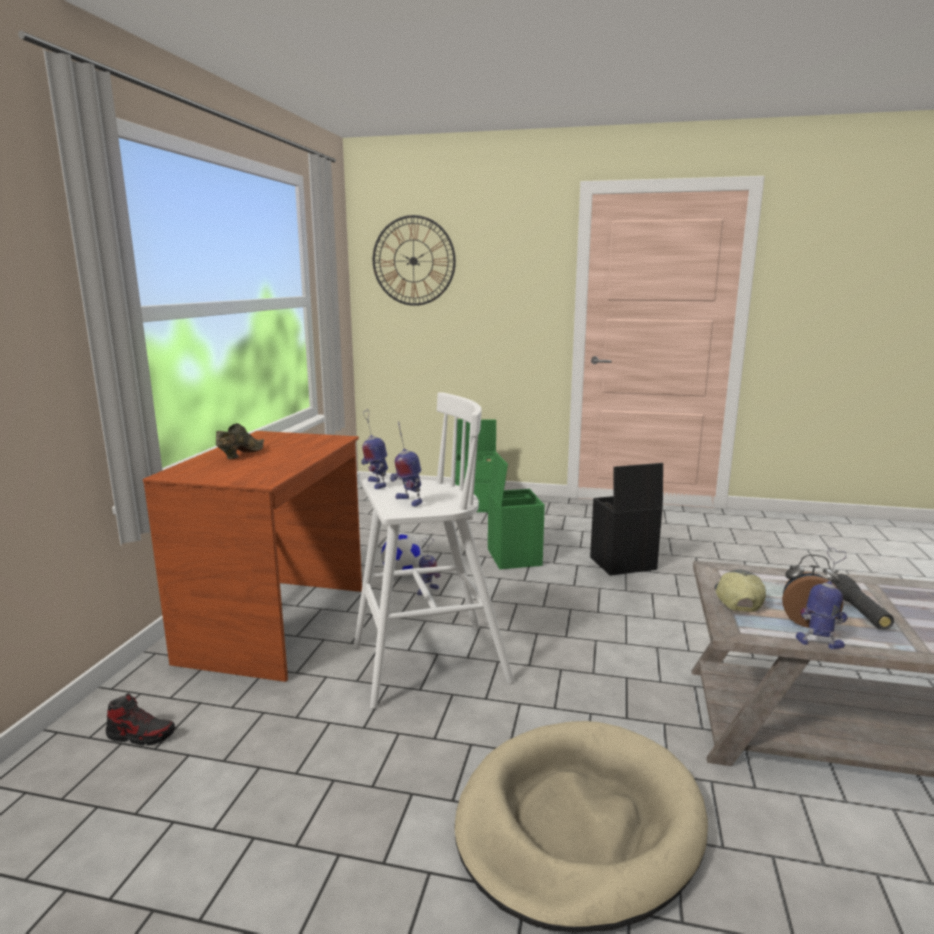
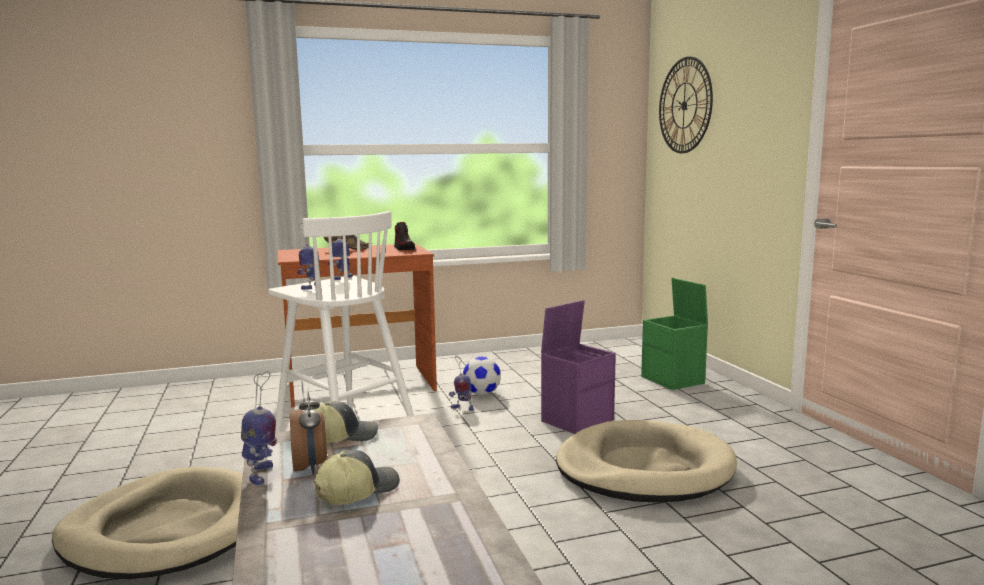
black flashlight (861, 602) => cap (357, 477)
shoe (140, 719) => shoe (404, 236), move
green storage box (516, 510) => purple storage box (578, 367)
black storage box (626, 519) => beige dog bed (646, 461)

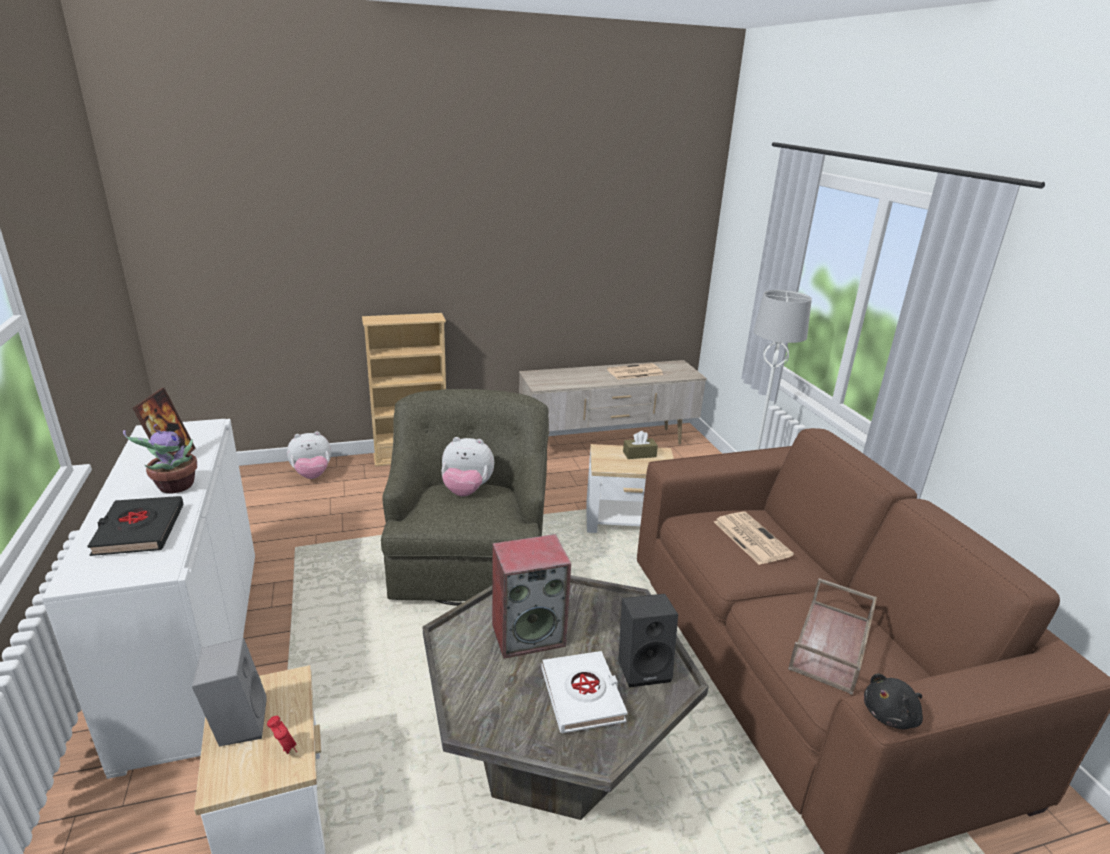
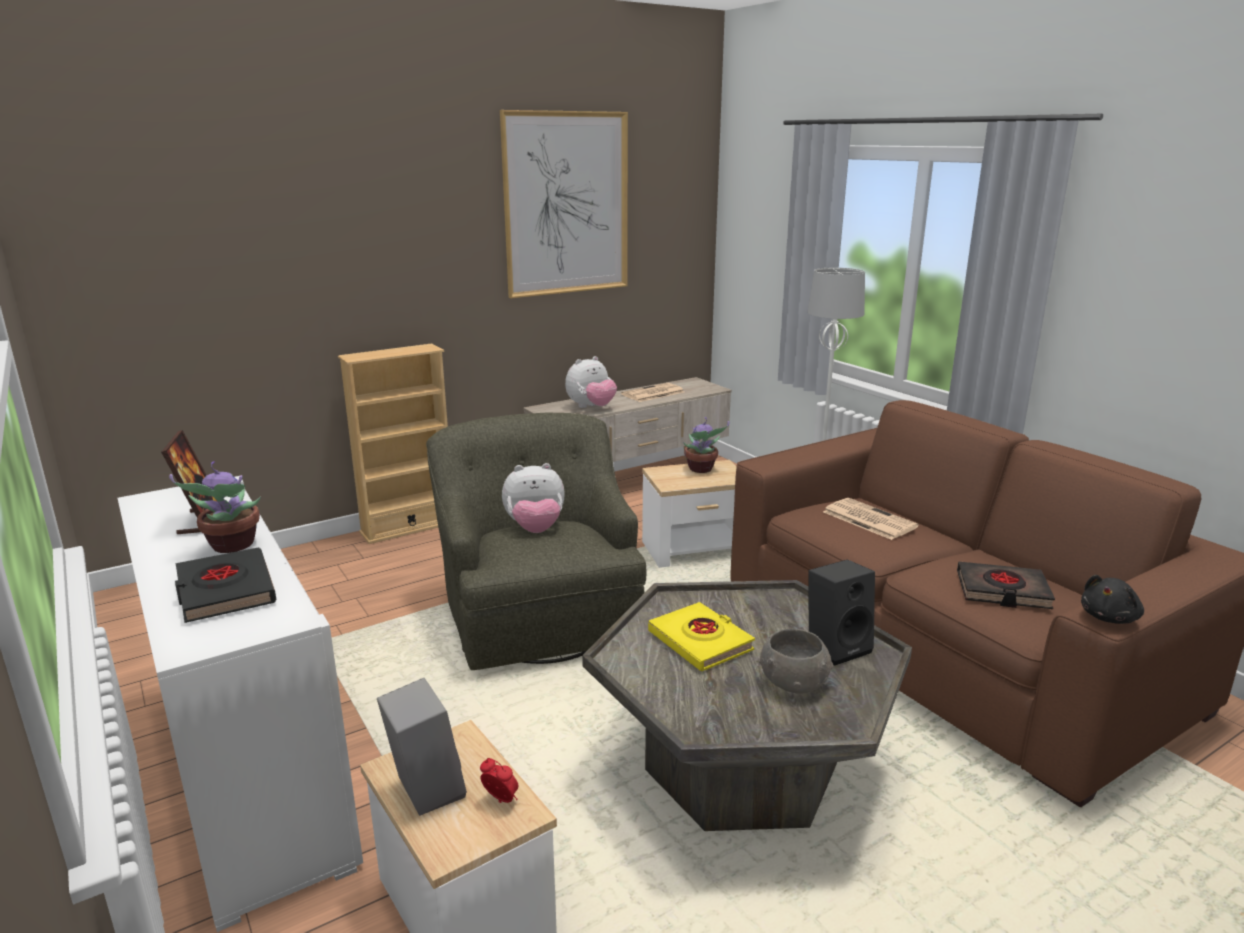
nothing => picture (564, 204)
plush toy (309, 455) => plush toy (591, 382), move
speaker (531, 596) => yellow book (701, 636)
brown tissue box (640, 445) => potted plant (706, 445)
white book (584, 692) => grey bowl (796, 661)
brown tray (832, 636) => black book (1006, 585)

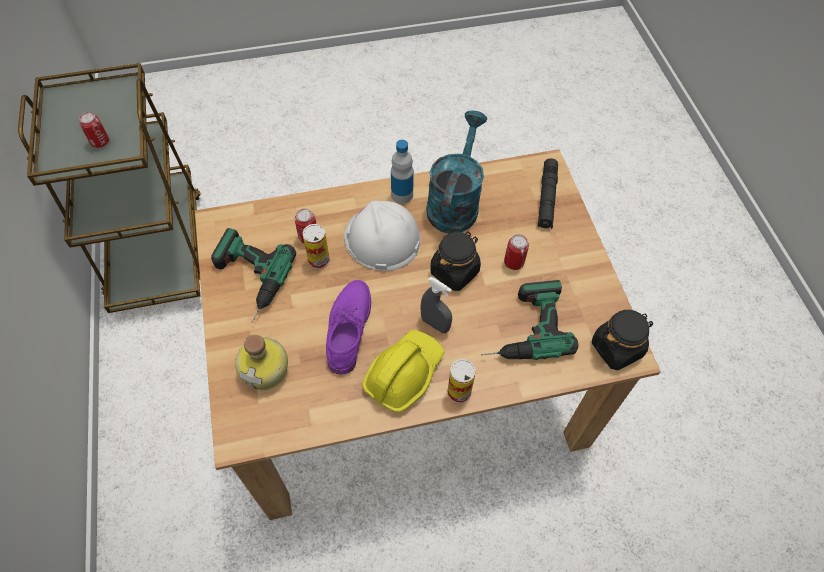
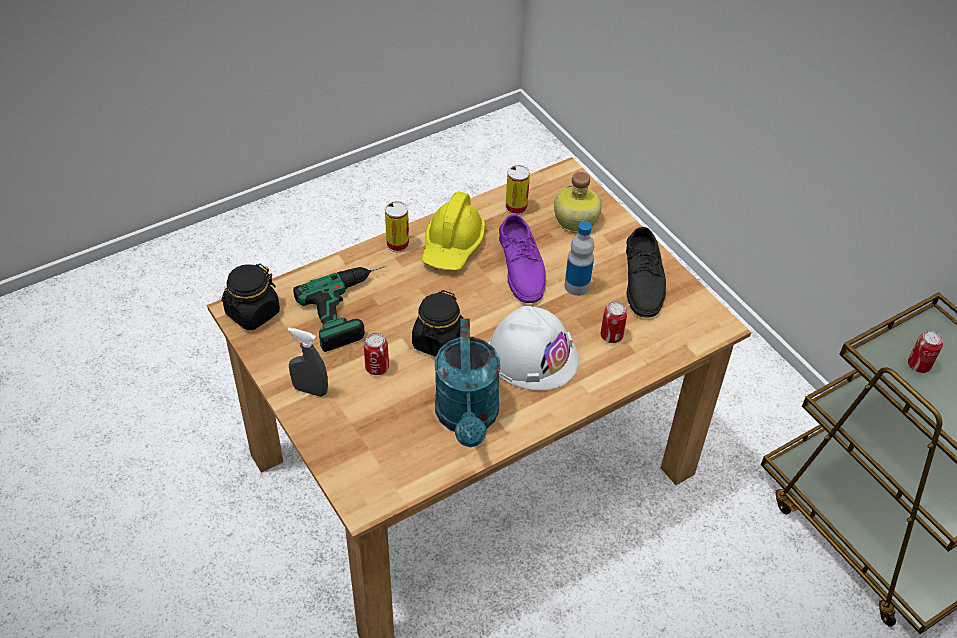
grey spray bottle (436, 305) => grey spray bottle (308, 362), move
can (316, 246) => can (518, 190), move
bottle (402, 172) => bottle (579, 258), move
power drill (253, 275) => black shoe (646, 272)
black flashlight (548, 193) => nothing

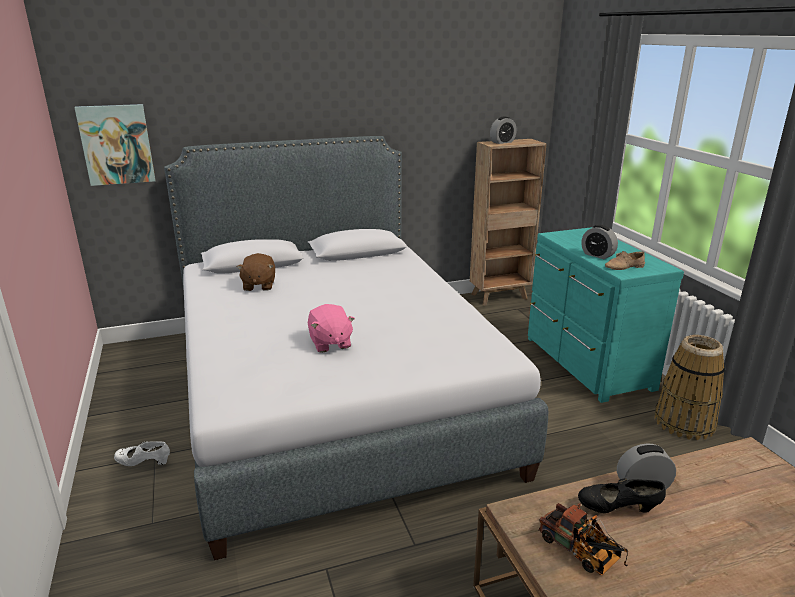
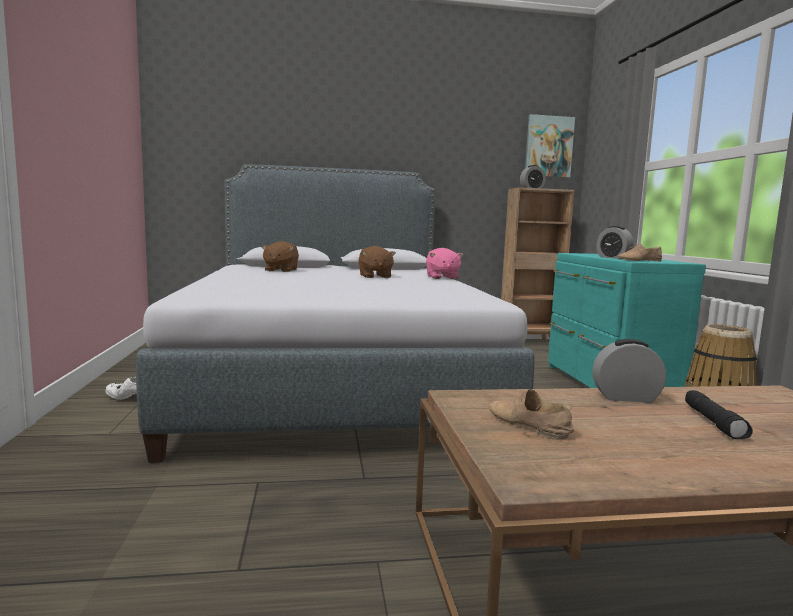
nothing => brown plush toy (377, 262)
pink plush toy (331, 328) => pink plush toy (444, 263), move
toy truck (583, 539) => beige shoe (531, 414)
picture (114, 145) => picture (550, 146), move
nothing => black flashlight (719, 414)
black shoe (622, 495) => nothing

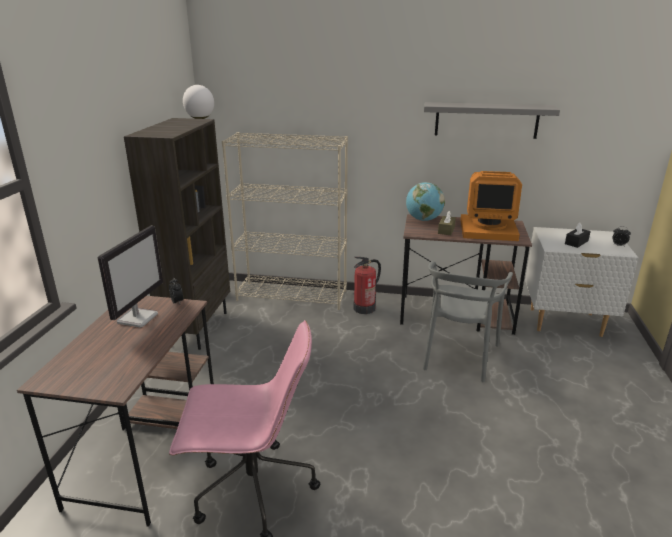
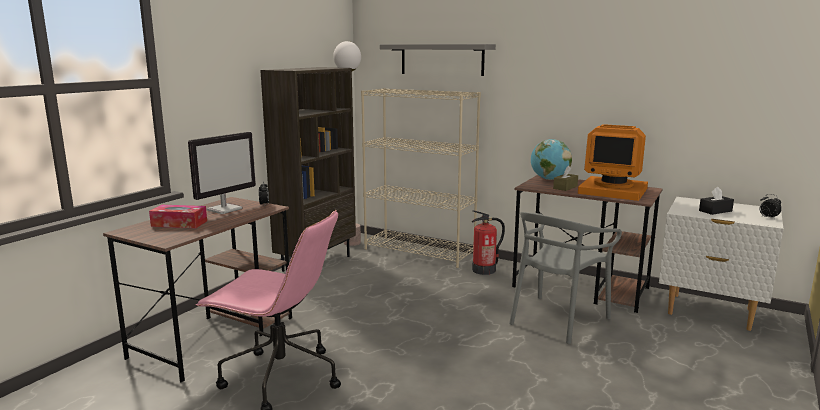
nothing => tissue box (178, 216)
grey shelf (492, 120) => grey shelf (438, 60), move

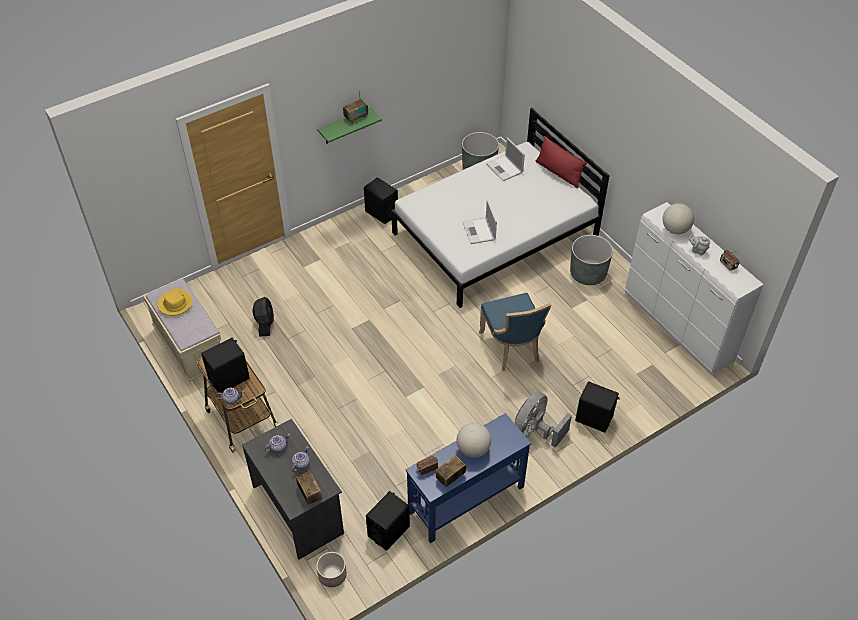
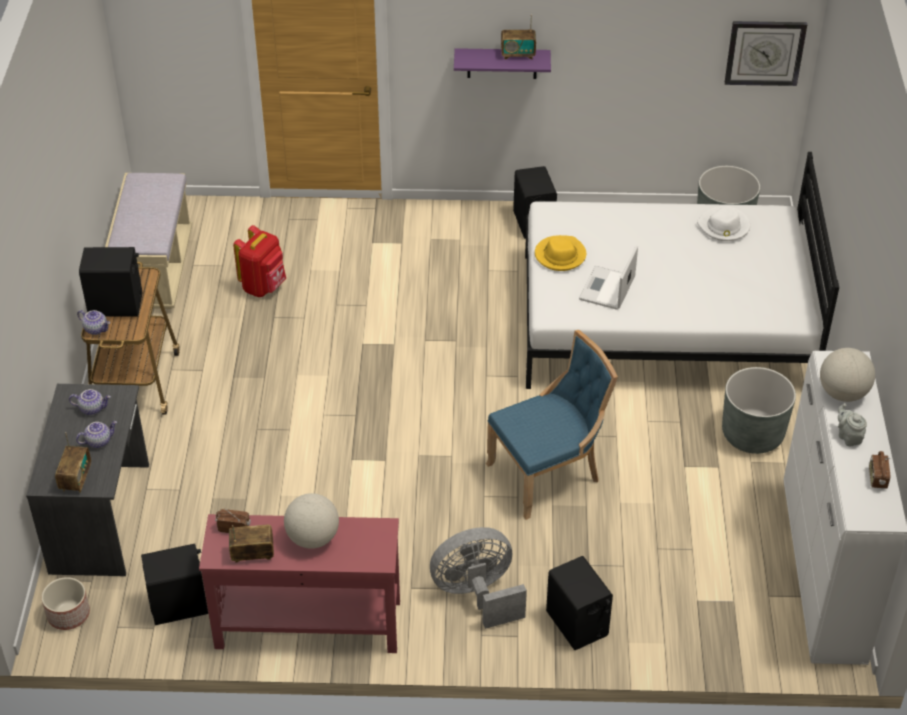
blue console table (468, 478) => red console table (299, 583)
black fan (263, 317) => red backpack (259, 261)
green shelf (349, 125) => purple shelf (502, 63)
blue chair (515, 332) => blue chair (552, 425), 135 degrees counterclockwise
yellow hat (174, 302) => yellow hat (560, 253), move
laptop (505, 159) => white hat (723, 223)
nothing => wall clock (766, 53)
red pillow (561, 162) => nothing

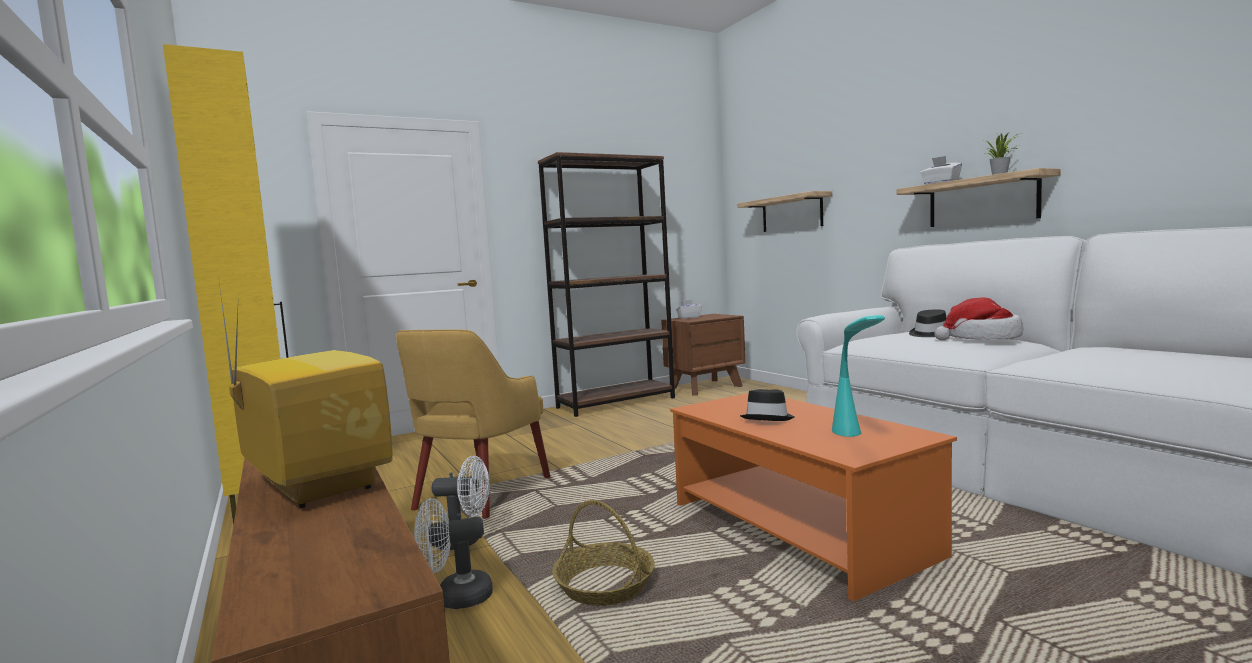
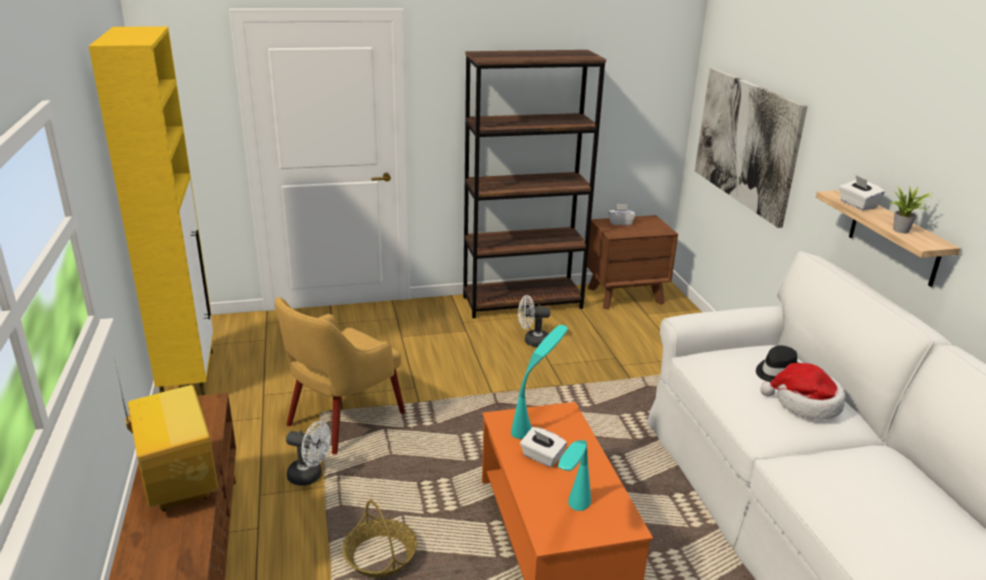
nothing => turquoise table lamp (539, 382)
white fan (453, 553) => white fan (534, 321), move
black hat (767, 405) => white tissue box (543, 447)
shelf (784, 211) => picture (751, 148)

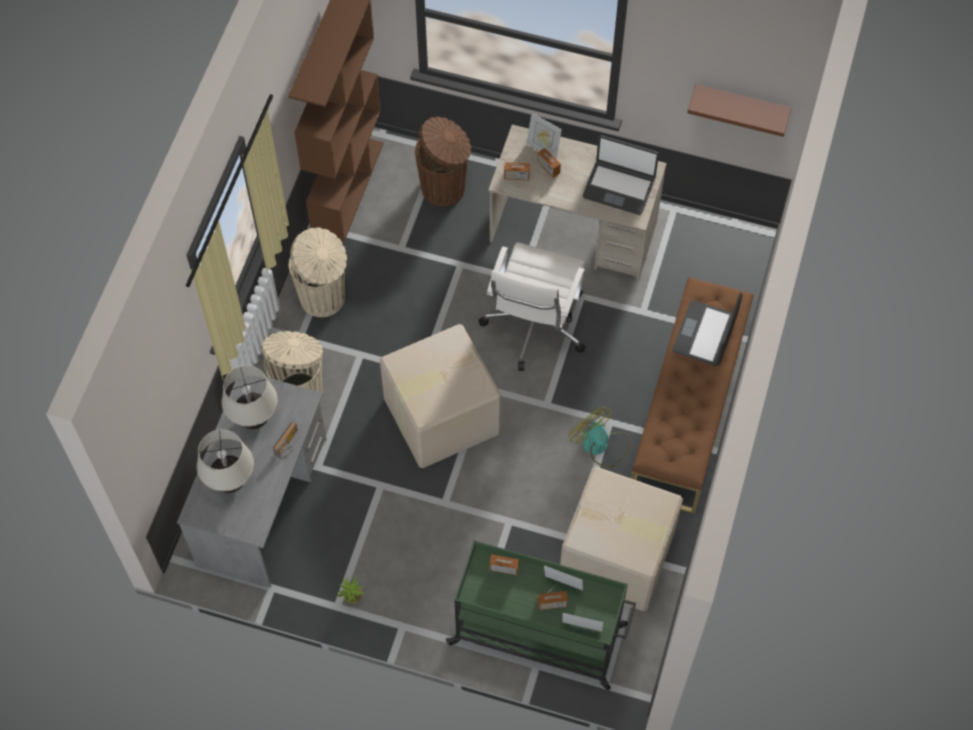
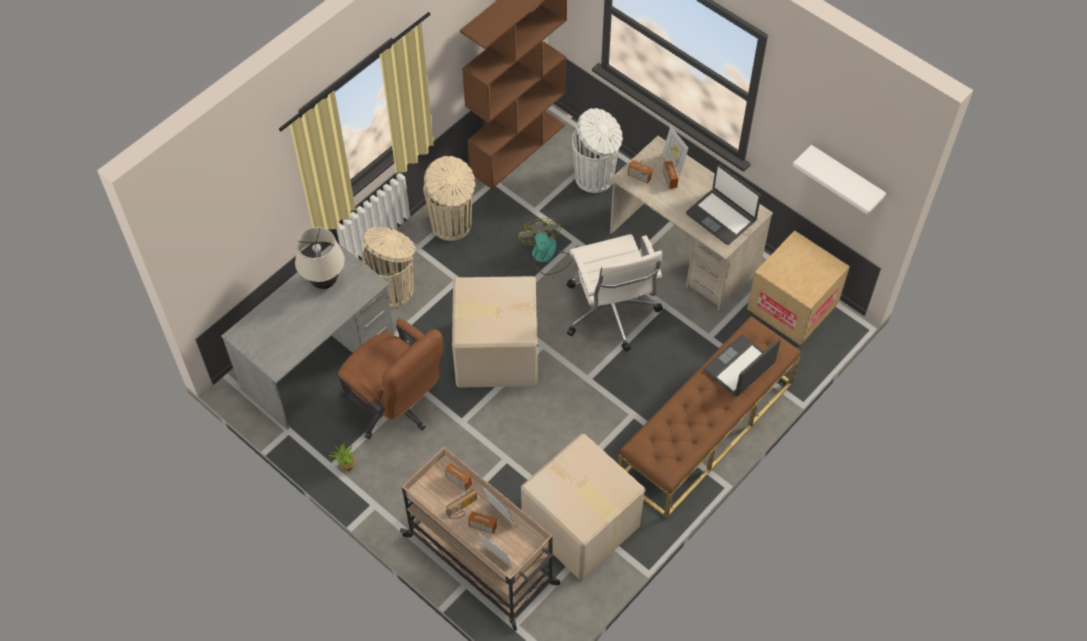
nothing => brown office chair (390, 379)
green cart (541, 615) => beige cart (480, 539)
radio (285, 440) => radio (462, 504), move
fan (599, 437) => fan (545, 246), move
white office chair (532, 306) => white office chair (615, 293), 60 degrees counterclockwise
brown trash can (443, 162) => white trash can (597, 150)
nothing => cardboard box (798, 287)
brown shelf (740, 110) => white shelf (839, 180)
beige table lamp (225, 461) => nothing

